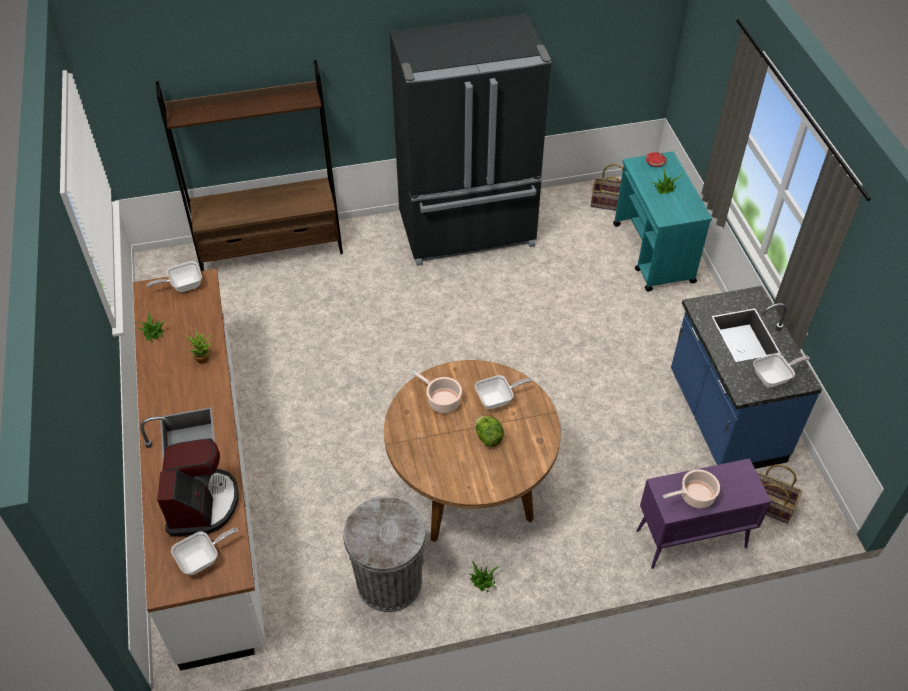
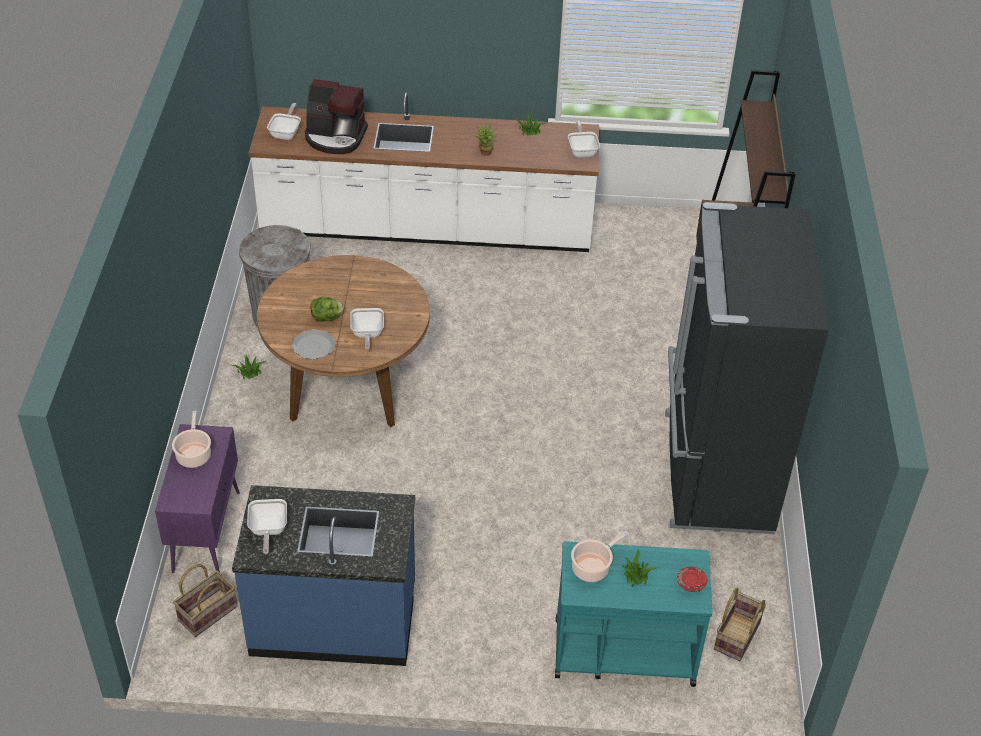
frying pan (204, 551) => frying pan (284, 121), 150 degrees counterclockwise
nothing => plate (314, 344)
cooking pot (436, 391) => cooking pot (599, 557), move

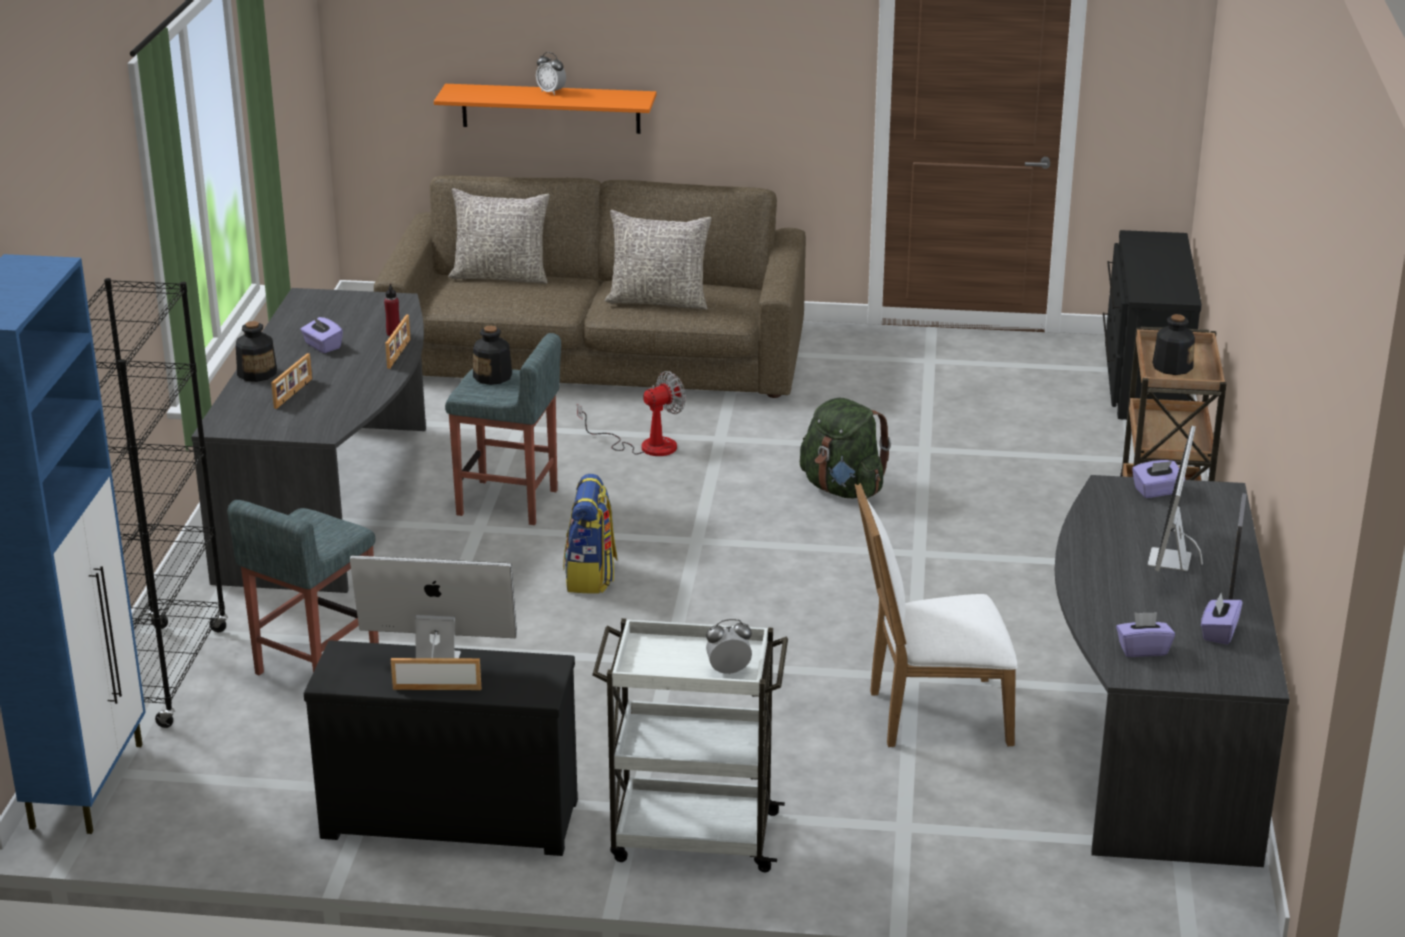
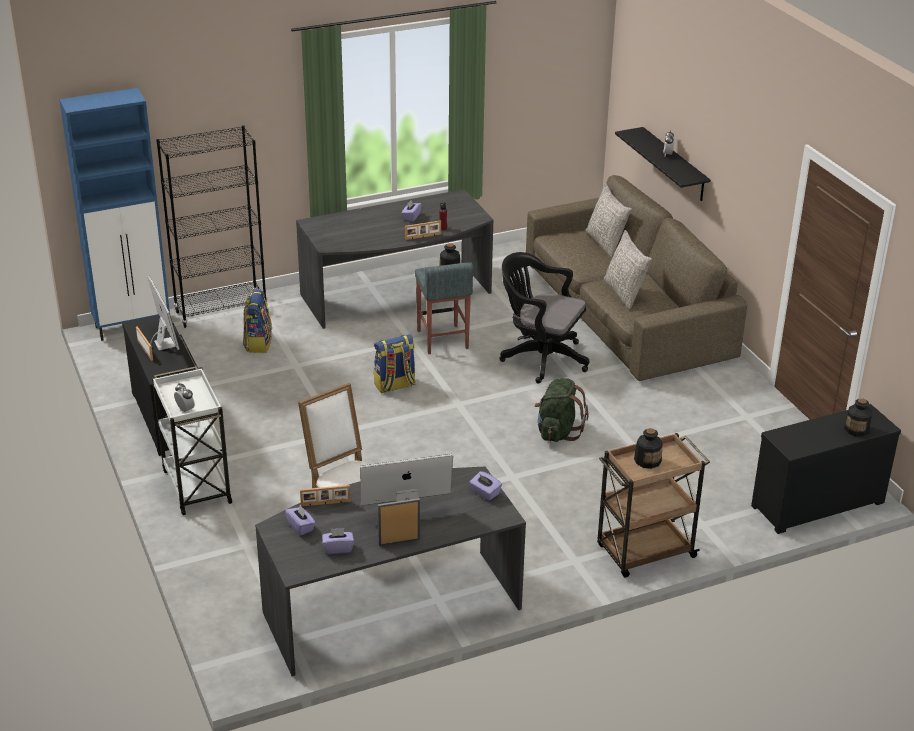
grey stool (303, 587) => backpack (257, 321)
picture frame (291, 381) => picture frame (325, 495), move
fan (631, 413) => black office chair (544, 318)
orange shelf (545, 109) => black shelf (663, 164)
bottle (256, 351) => bottle (858, 417), move

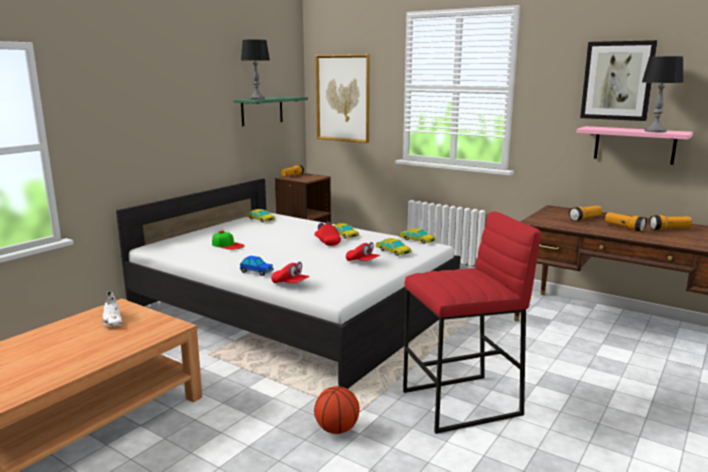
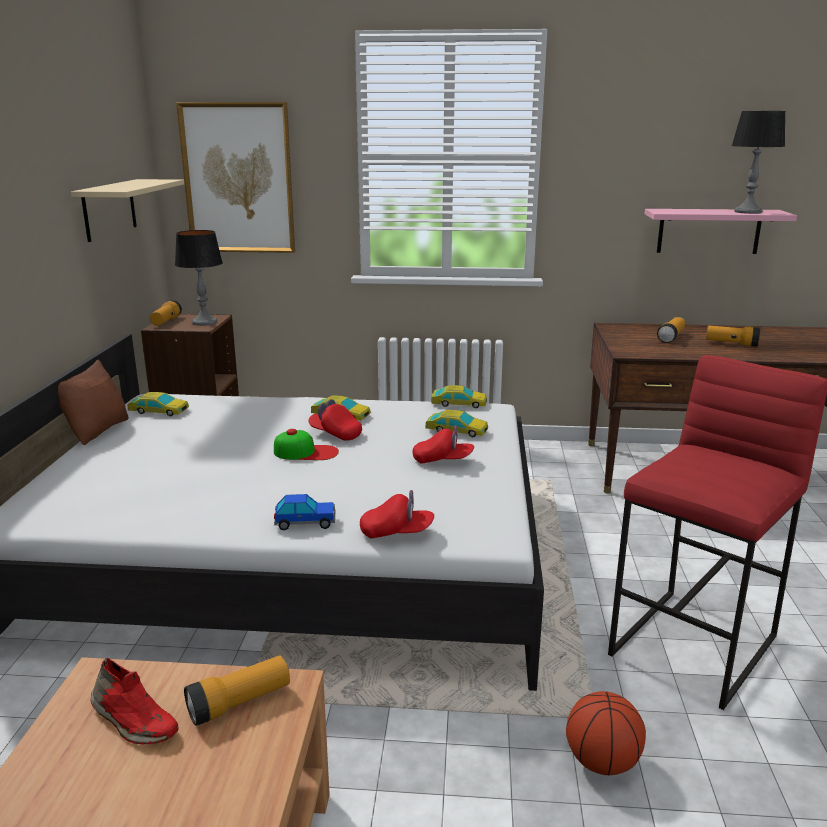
nothing => brown pillow (93, 402)
green shelf (271, 111) => beige shelf (127, 210)
white shoe (112, 309) => red shoe (135, 700)
table lamp (255, 69) => table lamp (199, 278), move
flashlight (670, 222) => flashlight (237, 690), move
cap (228, 240) => cap (306, 444), move
picture (618, 80) => nothing

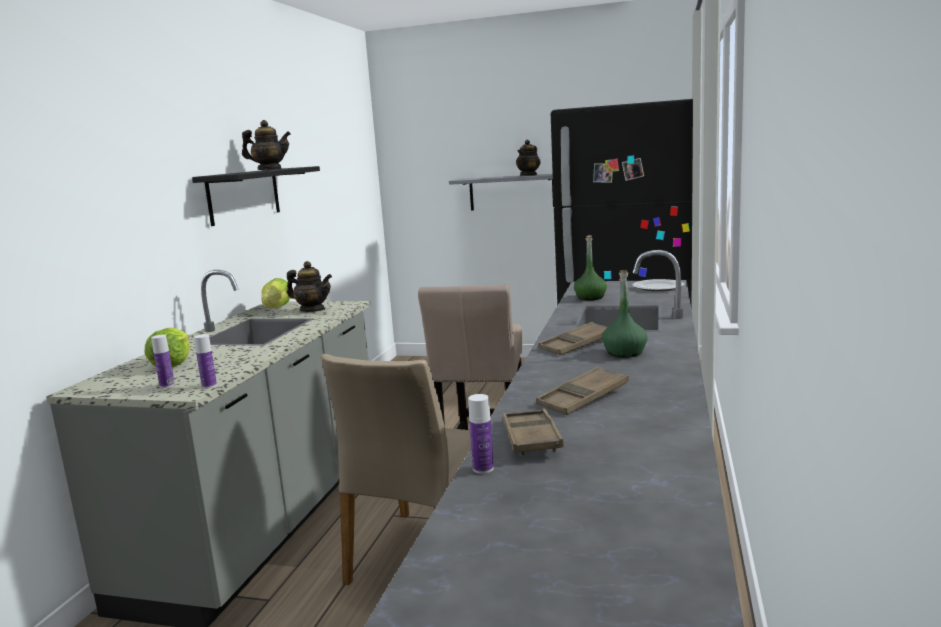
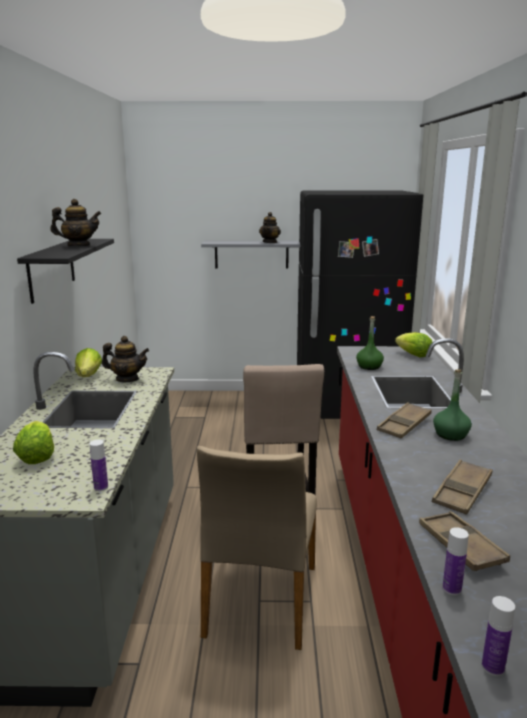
plate (658, 285) => lettuce (414, 344)
bottle (163, 361) => bottle (498, 636), move

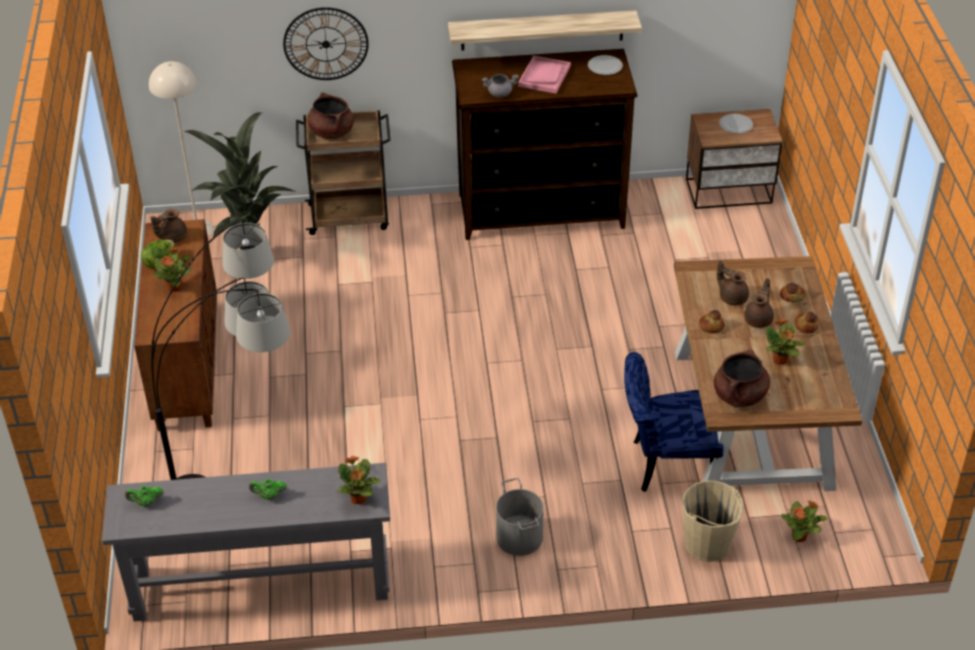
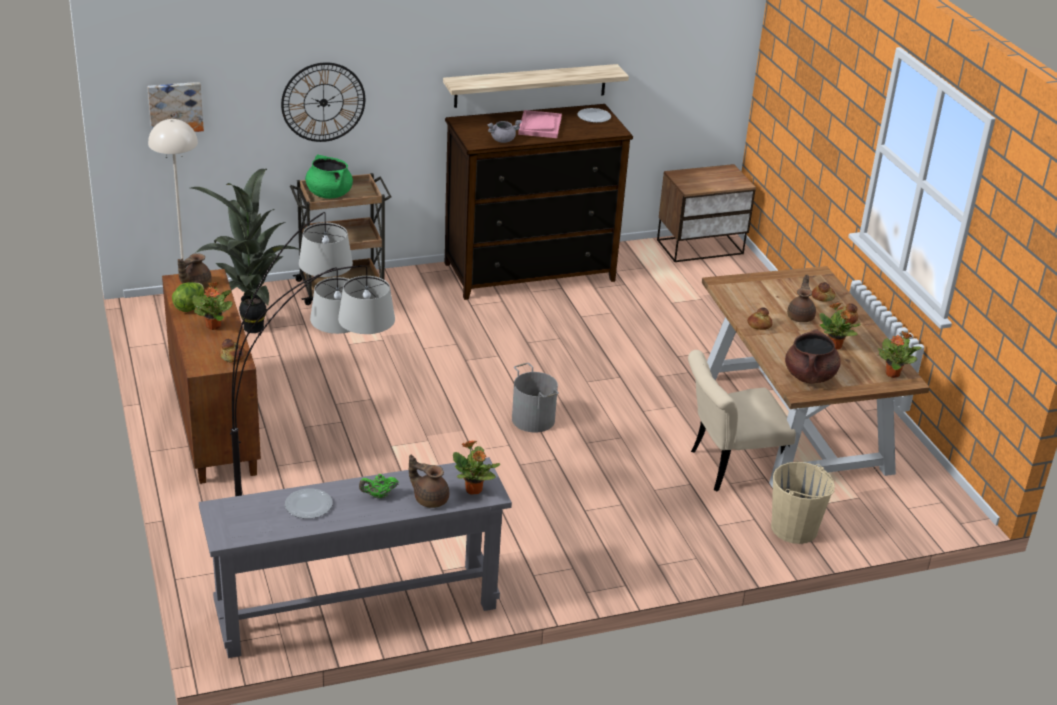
nothing => picture (175, 107)
nothing => bread (233, 351)
plate (736, 124) => plate (309, 503), move
brown cooking pot (330, 116) => green cooking pot (329, 176)
brown teapot (733, 283) => brown teapot (429, 481), move
grey bucket (520, 517) => grey bucket (535, 397), move
blue chair (674, 422) => beige chair (742, 420)
potted plant (804, 521) => potted plant (899, 354), move
green teapot (144, 496) => nothing

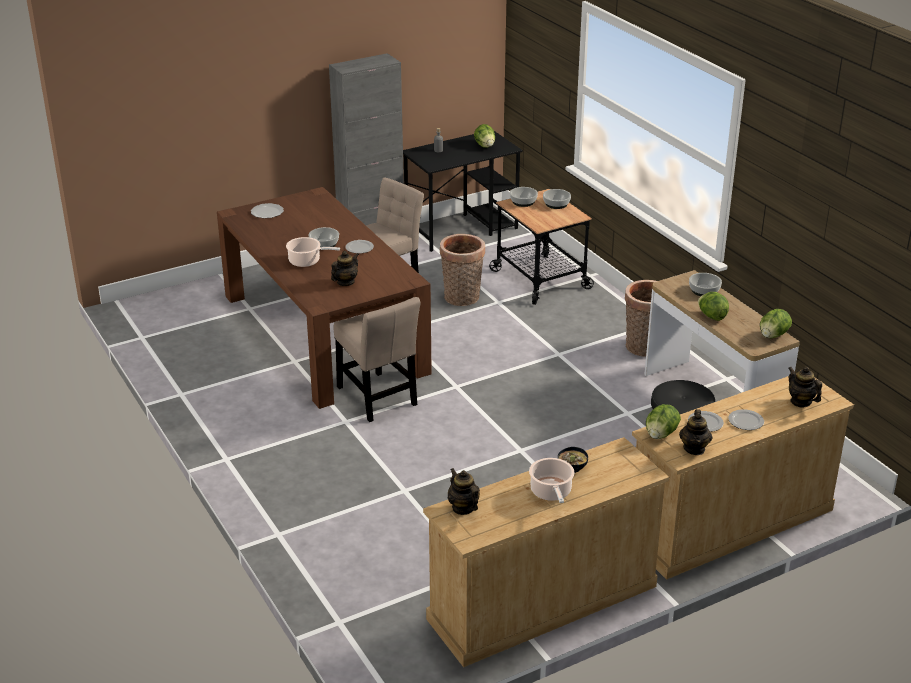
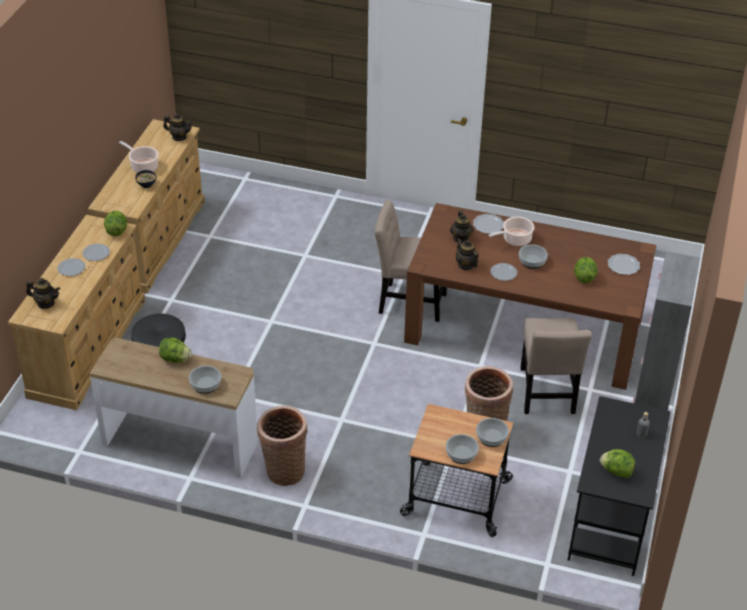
teapot (695, 432) => teapot (467, 254), move
nothing => plate (488, 224)
lettuce (776, 323) => lettuce (586, 270), move

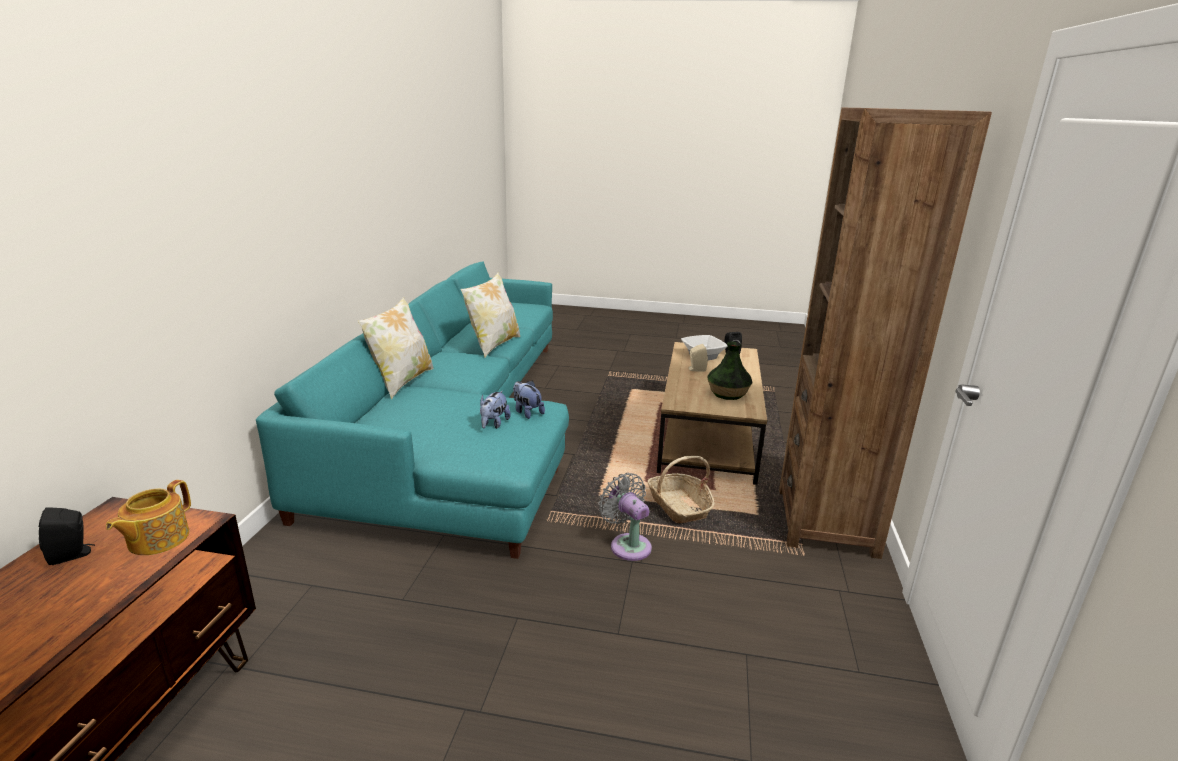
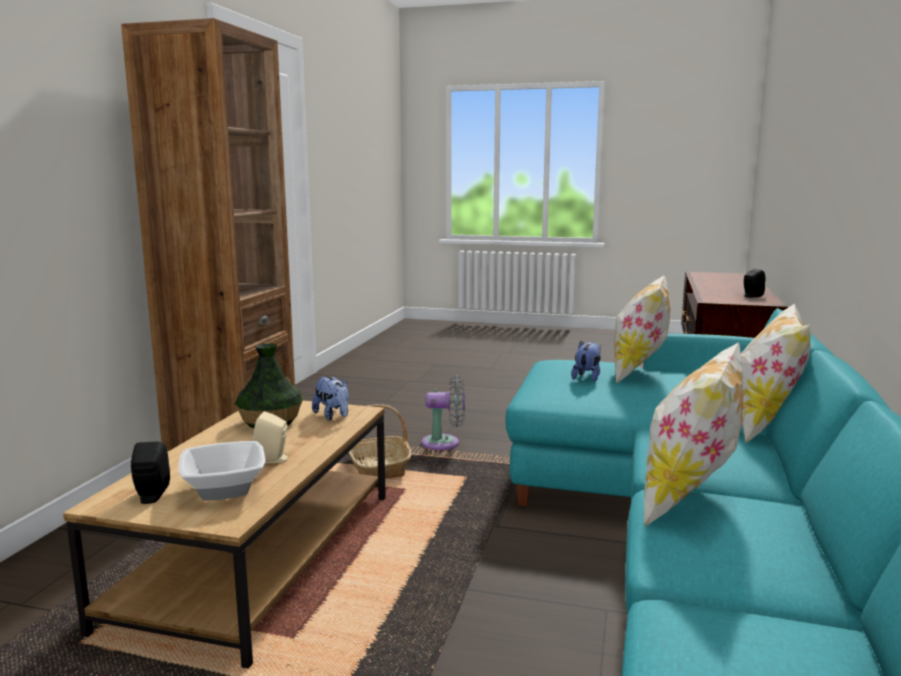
plush toy (529, 400) => plush toy (330, 398), move
grey fan (625, 517) => grey fan (443, 413), 60 degrees counterclockwise
nothing => pillow (642, 329)
teapot (148, 517) => nothing

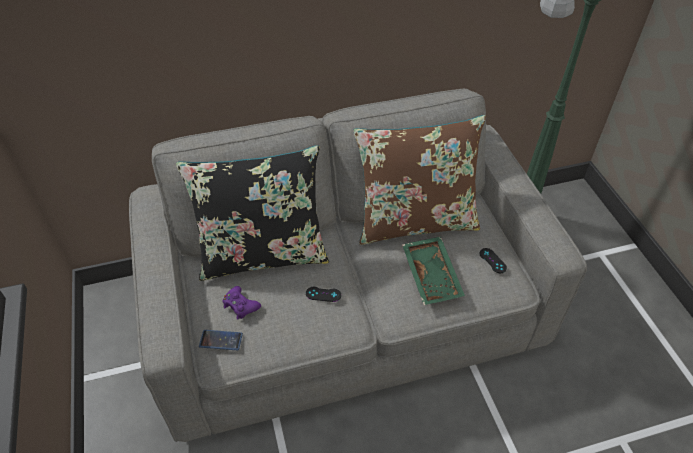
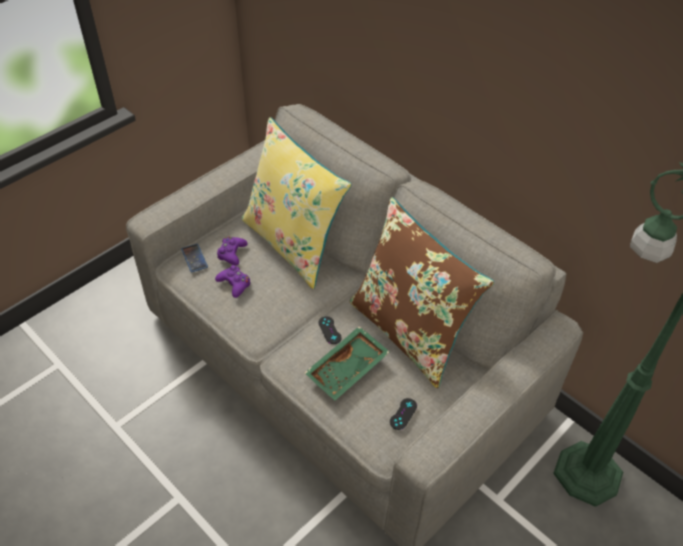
nothing => purple game controller (233, 281)
black pillow (252, 213) => yellow pillow (296, 203)
black game controller (323, 294) => black game controller (330, 330), move

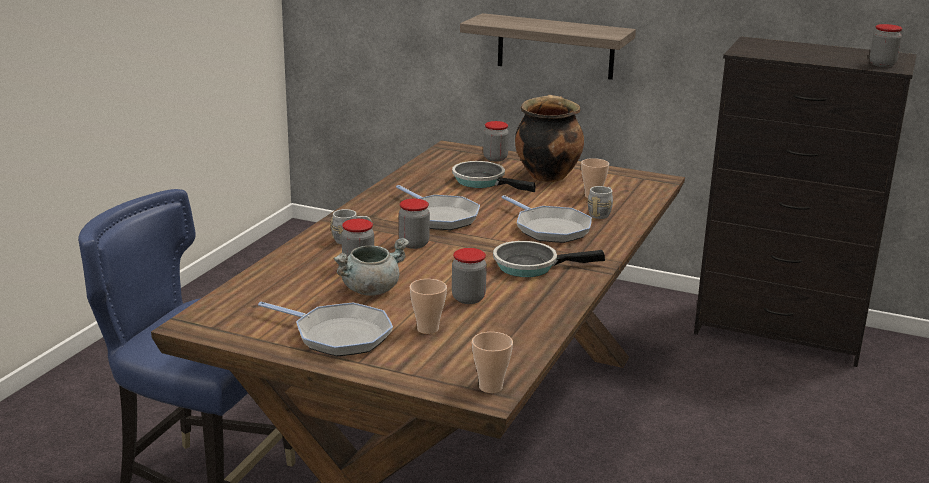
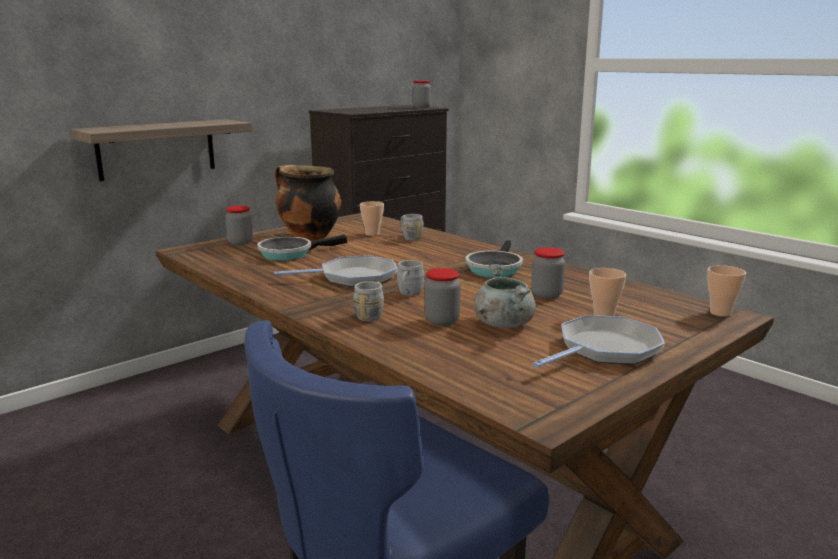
jar (414, 224) => grey mug (411, 278)
frying pan (546, 219) => nothing

